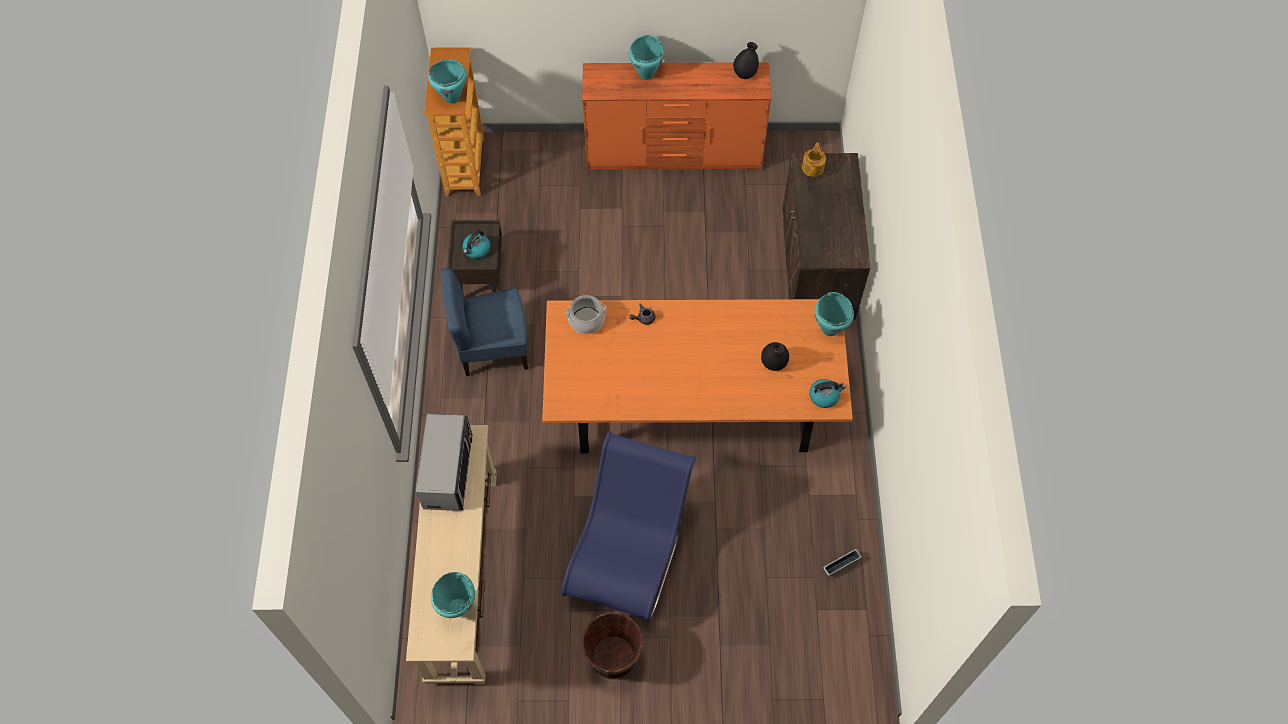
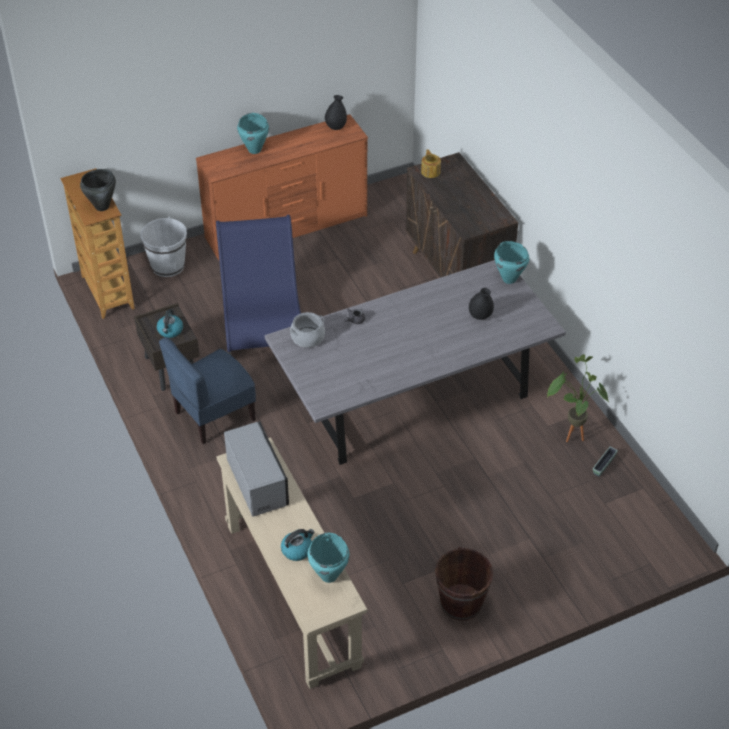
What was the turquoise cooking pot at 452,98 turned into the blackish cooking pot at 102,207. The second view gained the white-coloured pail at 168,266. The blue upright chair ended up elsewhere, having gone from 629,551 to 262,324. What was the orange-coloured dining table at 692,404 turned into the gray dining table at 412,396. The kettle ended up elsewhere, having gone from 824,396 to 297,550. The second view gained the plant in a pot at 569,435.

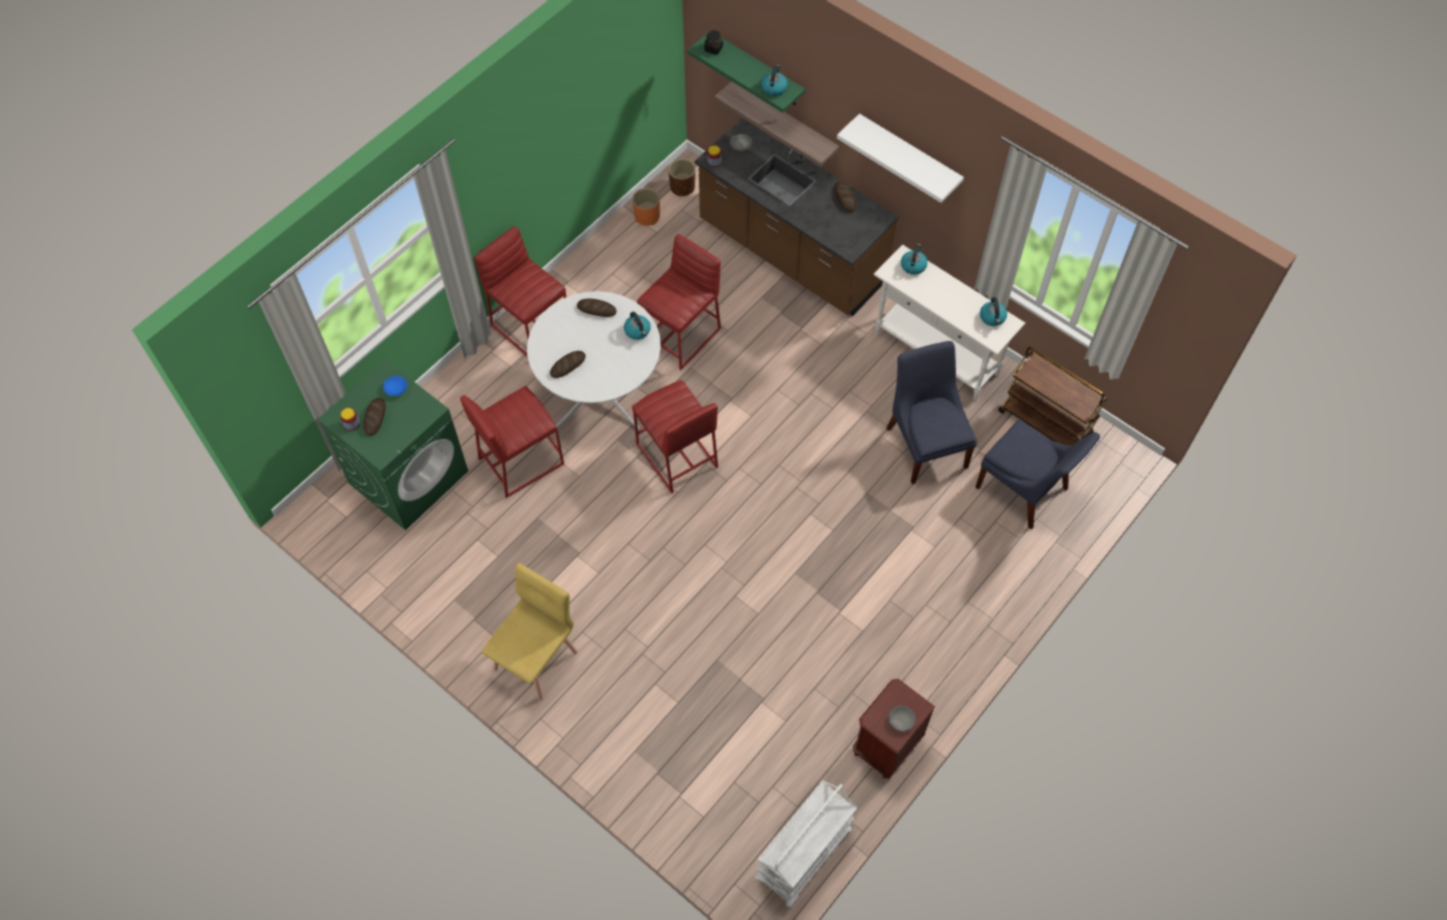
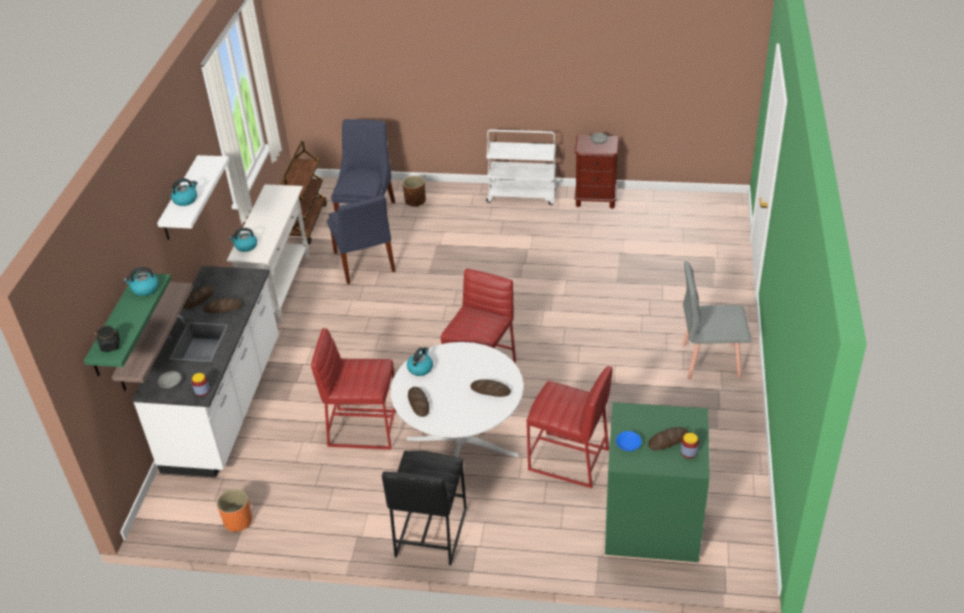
What was the brown kitchen base unit at 791,253 turned into the white-coloured kitchen base unit at 225,404. The kettle ended up elsewhere, having gone from 992,317 to 185,200. The second view gained the baked bread at 223,308. The blue upright chair at 926,443 ended up facing another way, 60 degrees counterclockwise from before. What was the reddish stool at 531,327 turned into the blackish stool at 430,533. The brown flower pot ended up elsewhere, having gone from 682,187 to 415,201. The white-coloured wheeled cart ended up elsewhere, having gone from 804,855 to 522,195. What was the yellowish upright chair at 536,660 turned into the gray upright chair at 710,360.

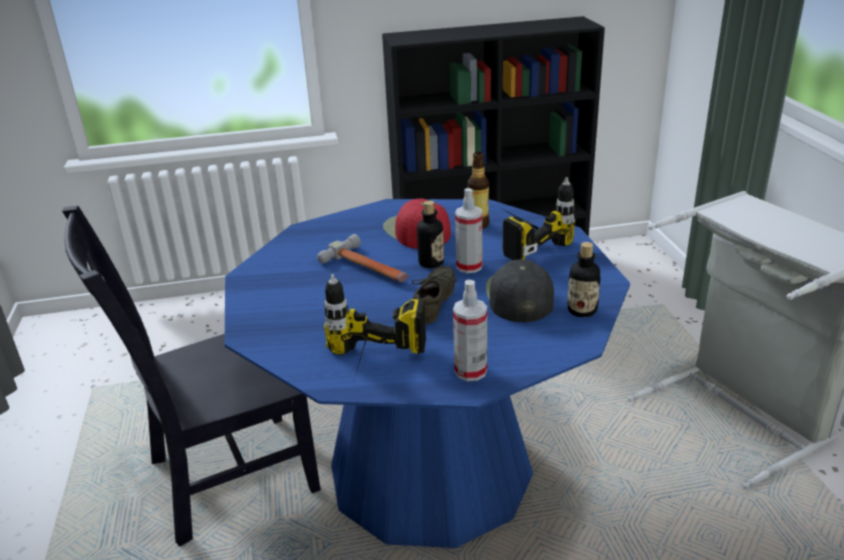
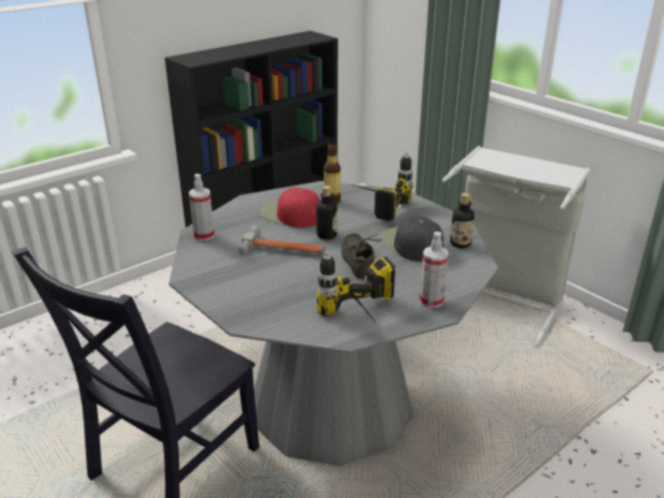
What was the blue dining table at 430,470 turned into the gray dining table at 331,403. The sprayer ended up elsewhere, having gone from 469,266 to 204,235.

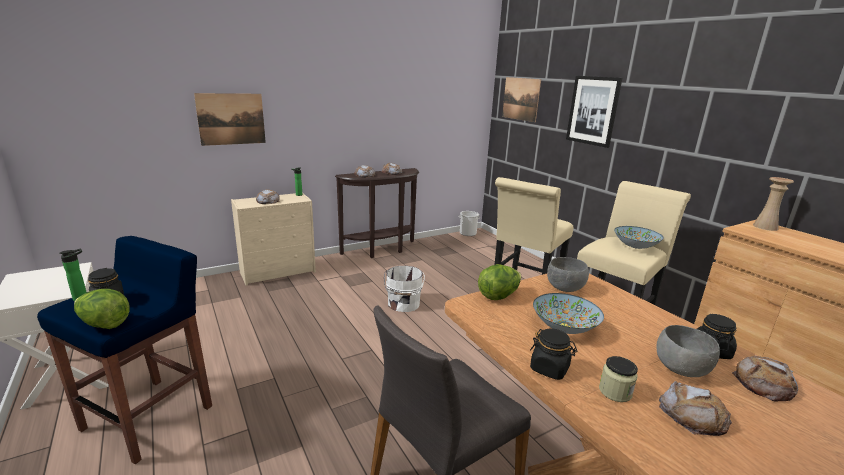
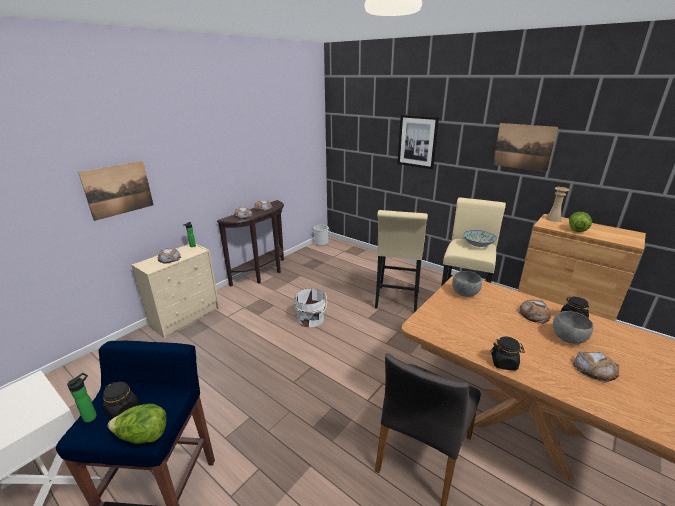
The picture ended up elsewhere, having gone from 520,99 to 523,147. The baked bread ended up elsewhere, having gone from 764,384 to 534,314. The lettuce head ended up elsewhere, having gone from 498,295 to 577,230. The second view lost the deep dish at 564,327. The second view lost the jar at 615,392.

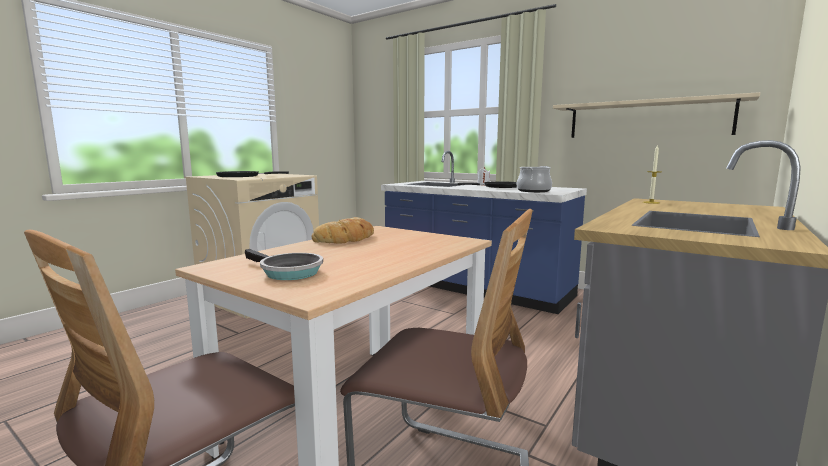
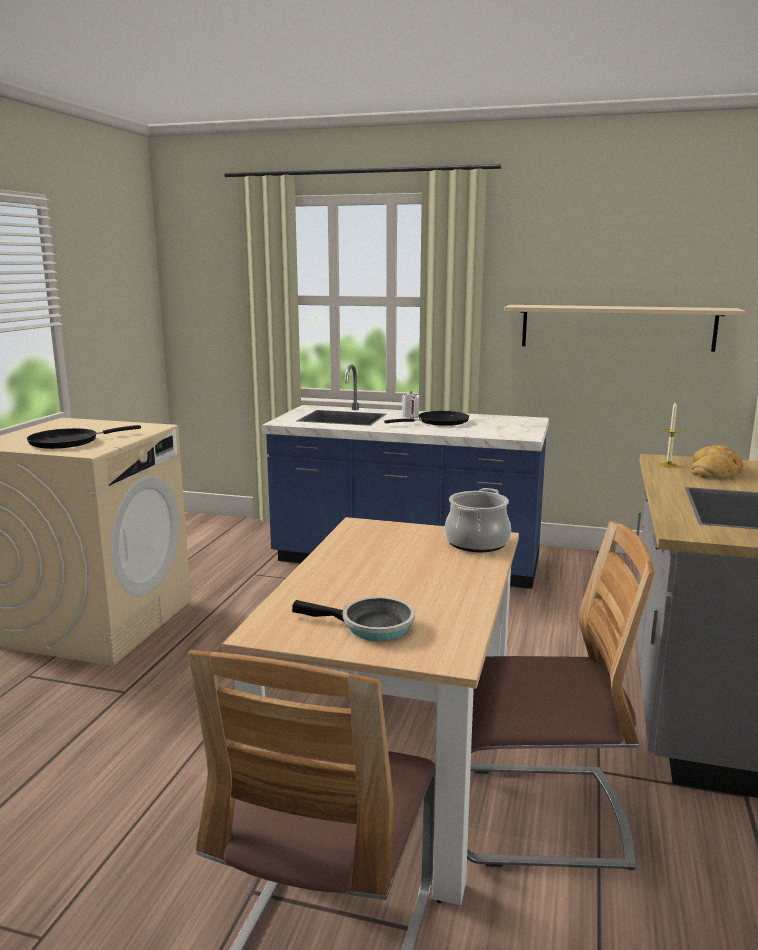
The cooking pot ended up elsewhere, having gone from 533,191 to 476,542. The baked bread ended up elsewhere, having gone from 346,238 to 715,470.

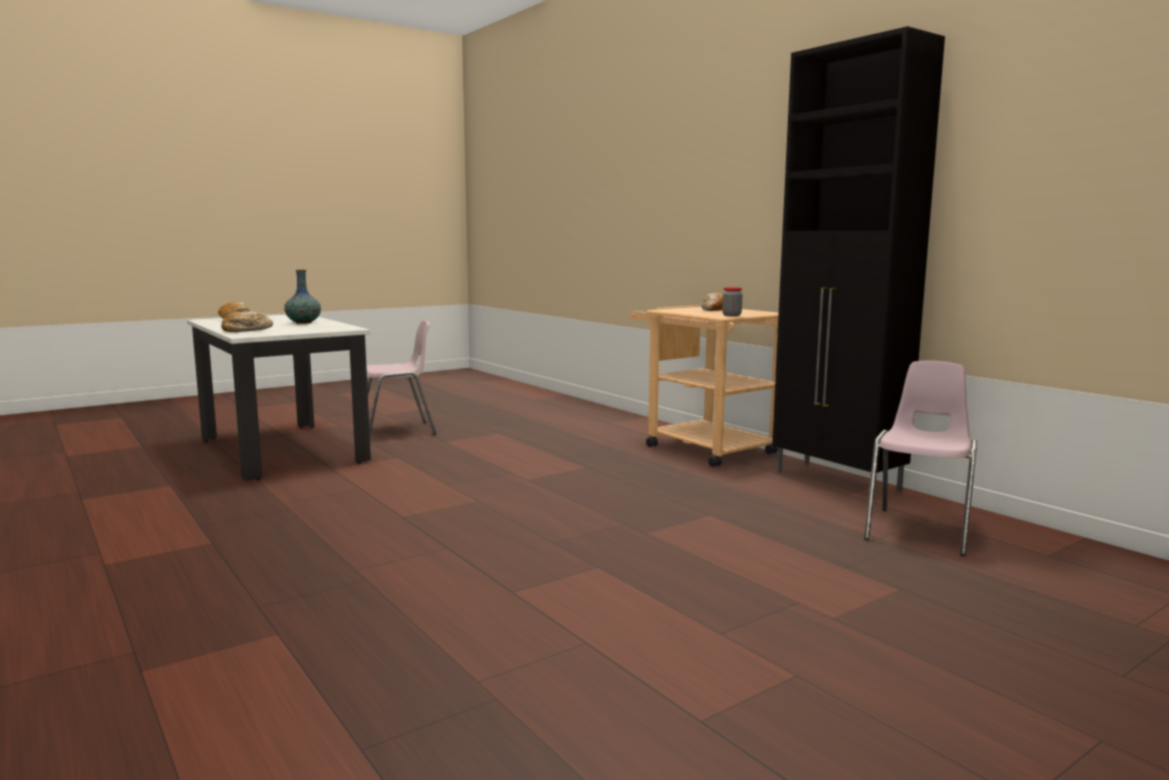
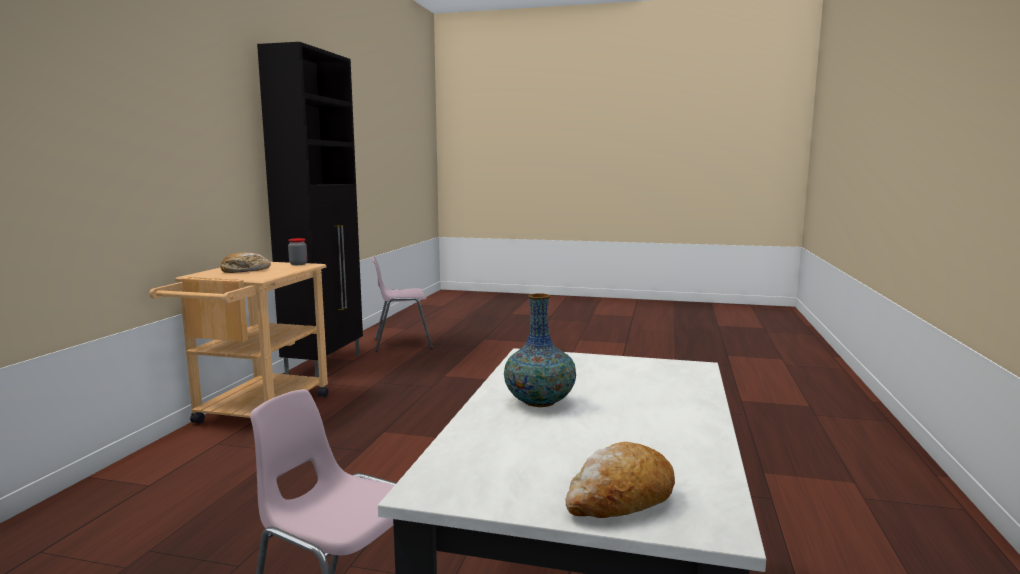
The second view lost the baked bread at 247,330.

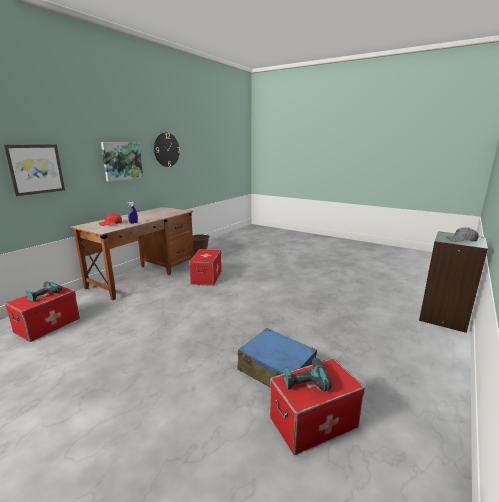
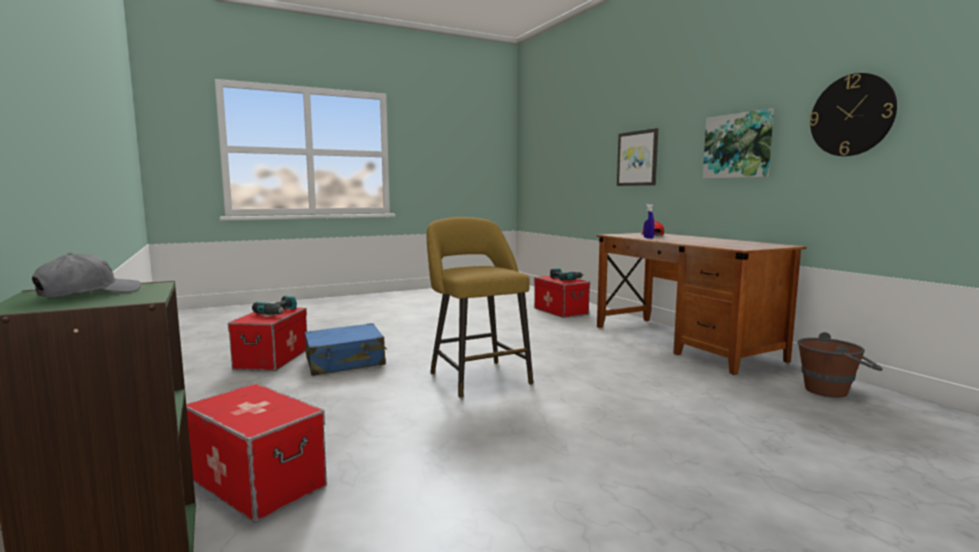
The storage container ended up elsewhere, having gone from 206,277 to 259,482. The second view gained the yellowish stool at 477,377.

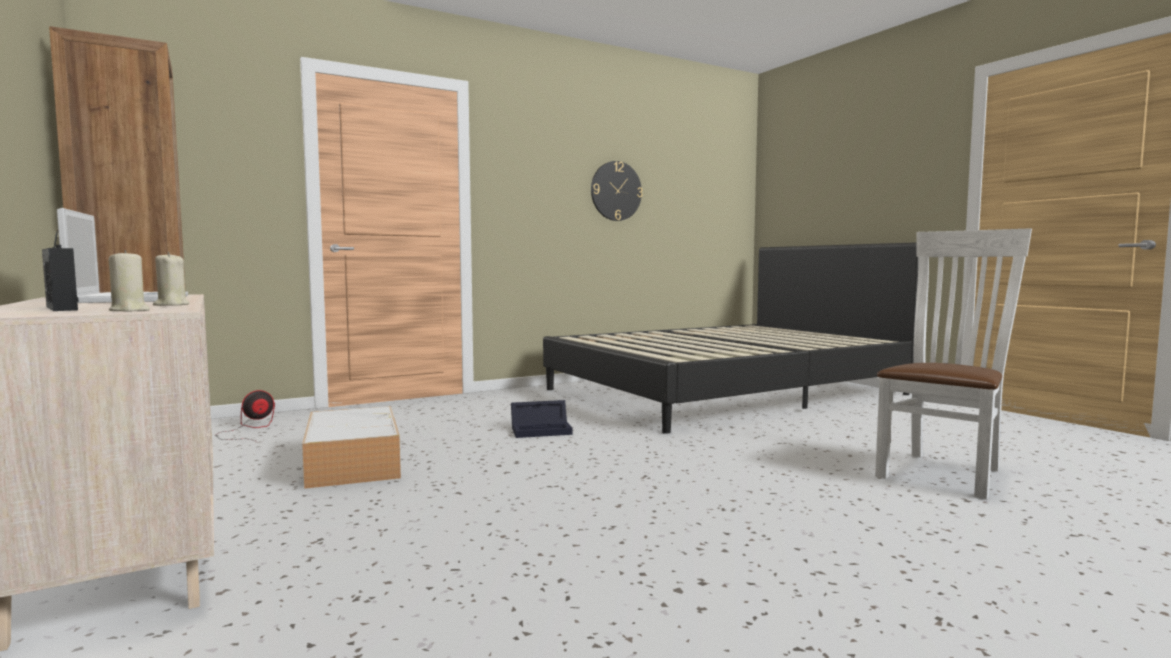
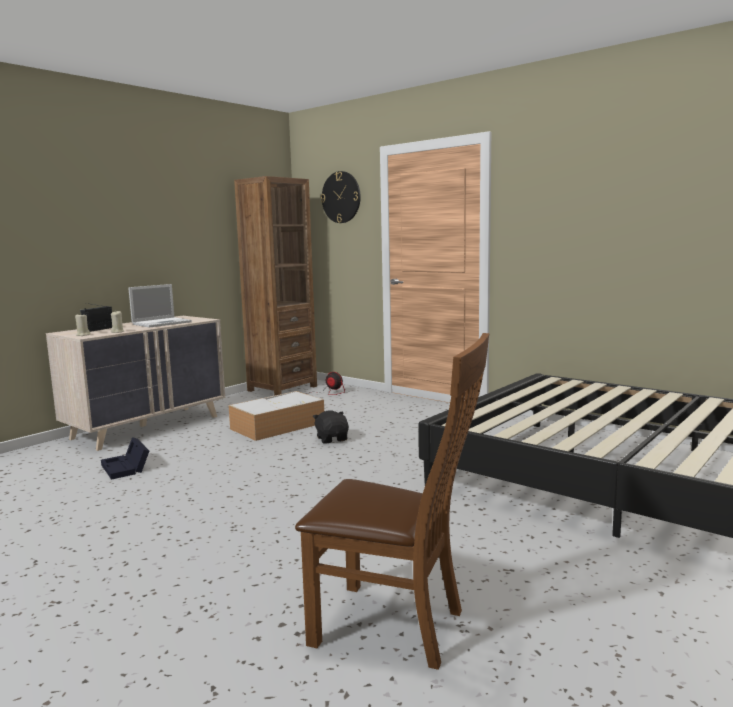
The blackish storage container ended up elsewhere, having gone from 542,430 to 126,468. What was the white-coloured upright chair at 944,472 turned into the brown upright chair at 397,627. The second view gained the blackish soft toy at 332,439. The wall clock ended up elsewhere, having gone from 616,191 to 341,197.

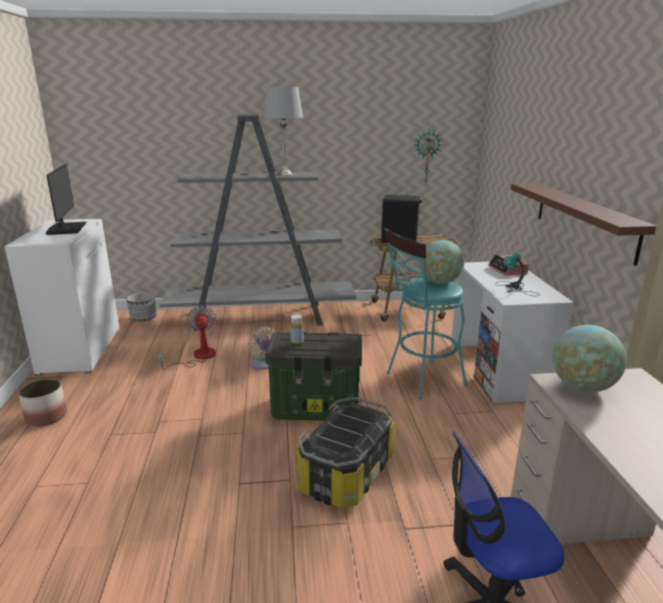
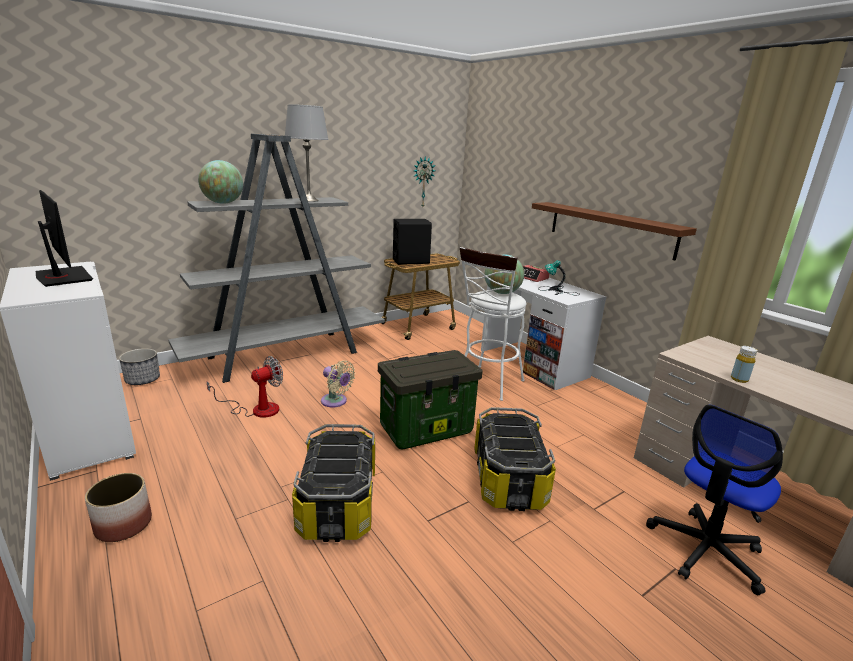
The world globe ended up elsewhere, having gone from 582,387 to 223,203. The fan at 198,357 ended up facing another way, 90 degrees clockwise from before. The second view gained the storage container at 337,504. What was the turquoise stool at 420,380 turned into the white-coloured stool at 487,384. The yellowish bottle ended up elsewhere, having gone from 297,342 to 739,379.

